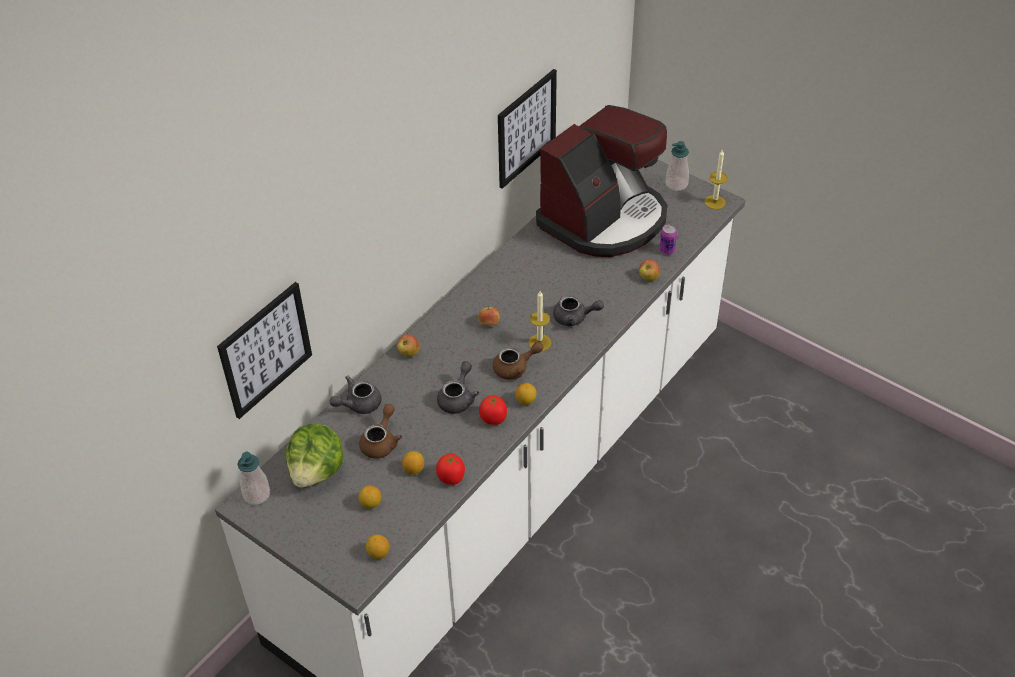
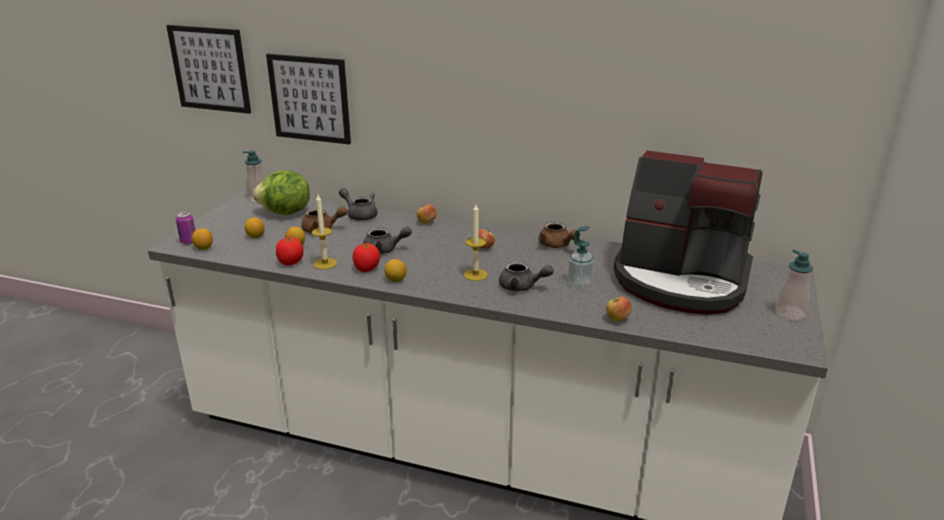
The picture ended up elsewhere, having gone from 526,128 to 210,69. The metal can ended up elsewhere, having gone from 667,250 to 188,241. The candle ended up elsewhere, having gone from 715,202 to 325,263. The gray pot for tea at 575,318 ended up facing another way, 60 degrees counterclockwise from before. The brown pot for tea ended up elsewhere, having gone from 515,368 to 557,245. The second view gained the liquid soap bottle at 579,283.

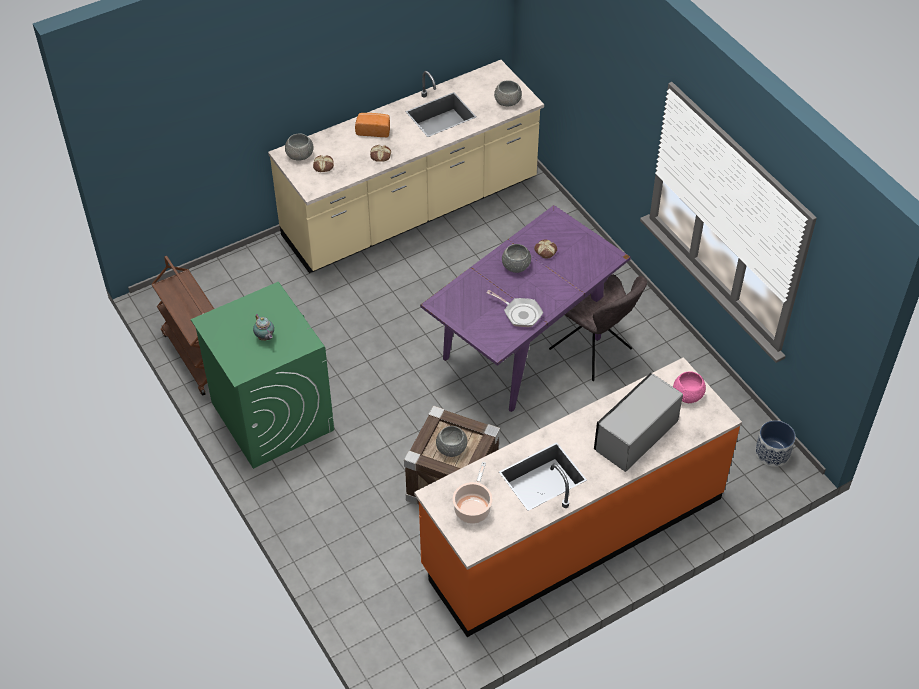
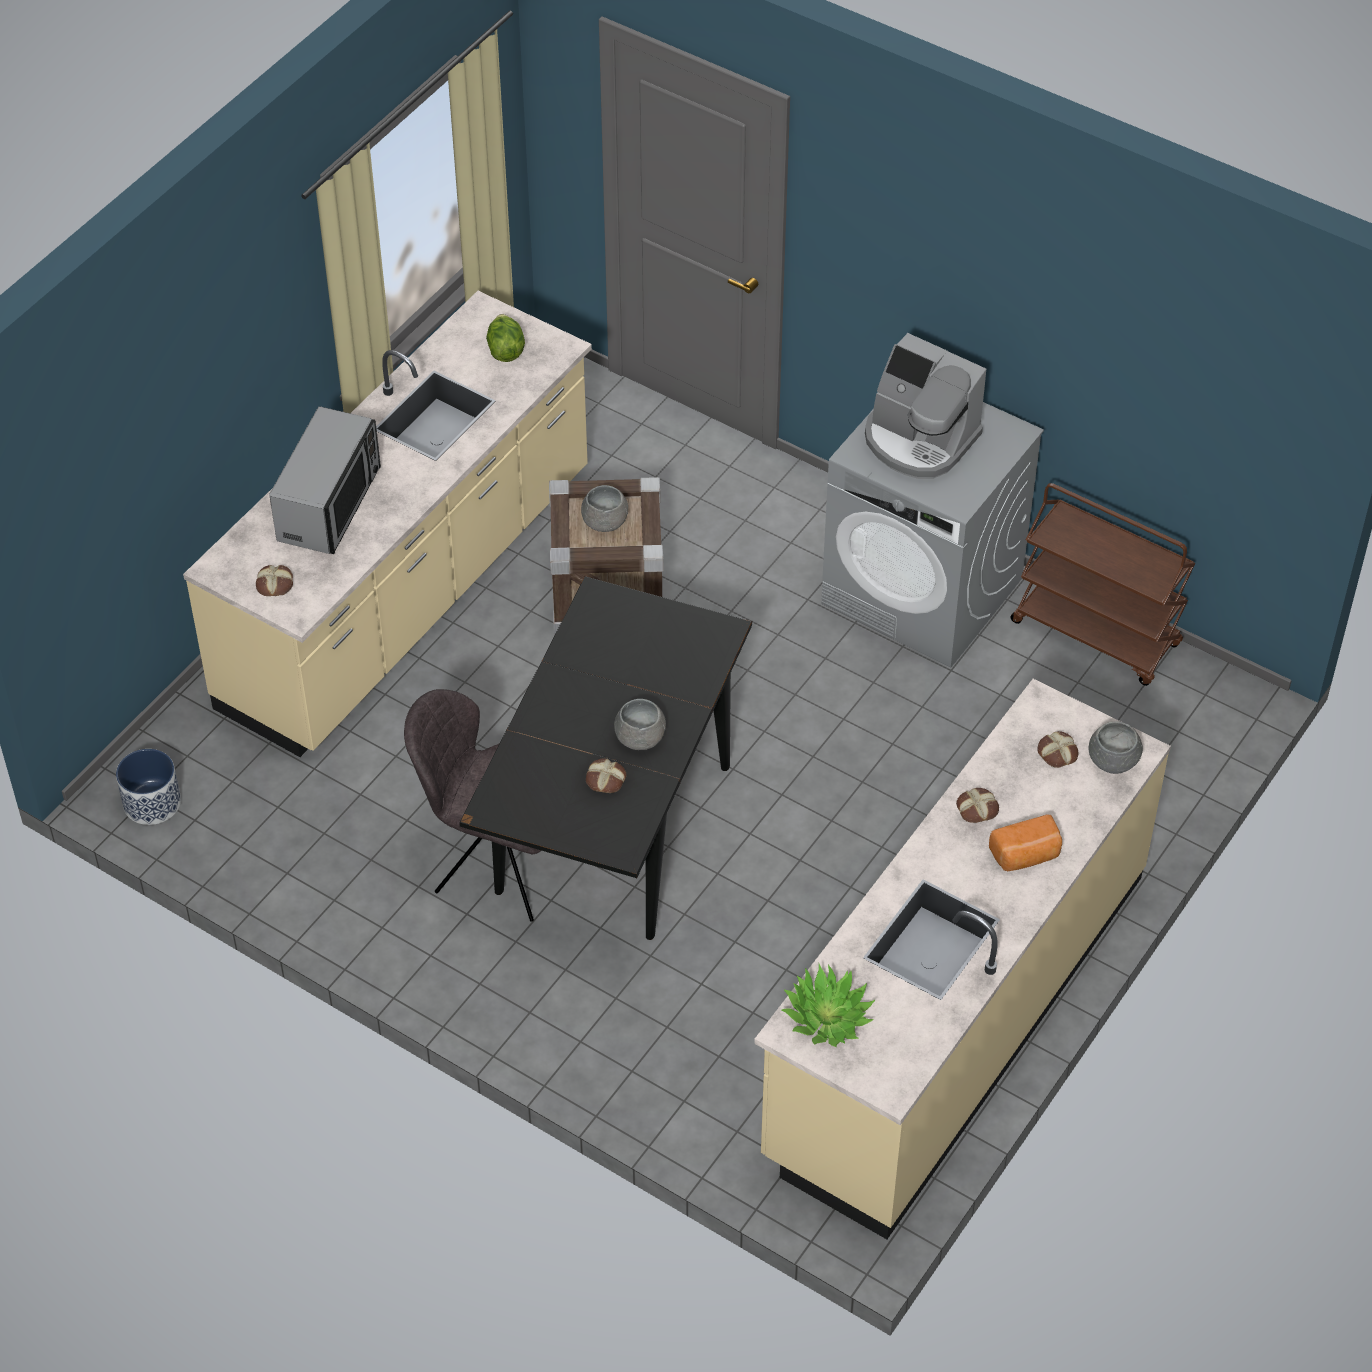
What was the orange-coloured kitchen base unit at 572,532 turned into the beige-coloured kitchen base unit at 409,592. Where the pink-coloured deep dish stood at 687,394, the baked bread came to stand at 275,584. What was the purple dining table at 523,347 turned into the blackish dining table at 613,830. Where the cooking pot stood at 473,508, the lettuce head came to stand at 505,350. Where the gray deep dish stood at 507,101, the plant in a pot came to stand at 827,1017. What was the greenish laundry appliance at 271,416 turned into the gray laundry appliance at 923,591. Where the pot for tea stood at 265,338, the coffee maker came to stand at 919,440. The second view lost the pan at 520,313.

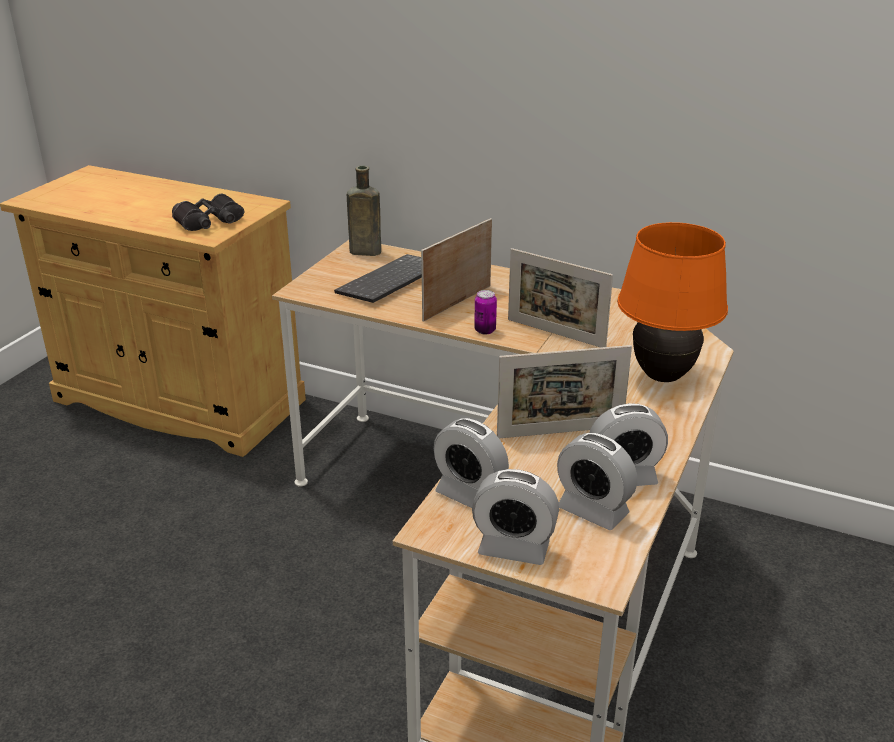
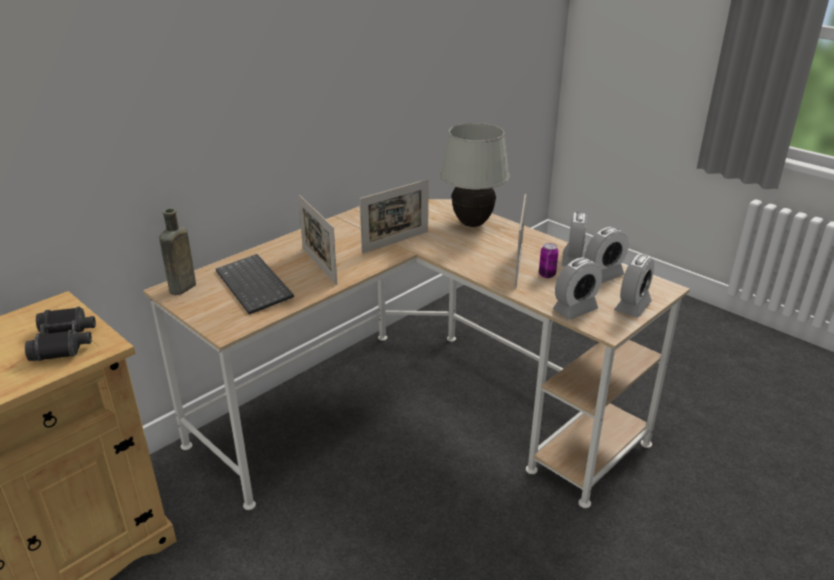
What was the orange-coloured lamp for a table at 662,376 turned into the white-coloured lamp for a table at 472,224. The metal can ended up elsewhere, having gone from 485,330 to 547,275.

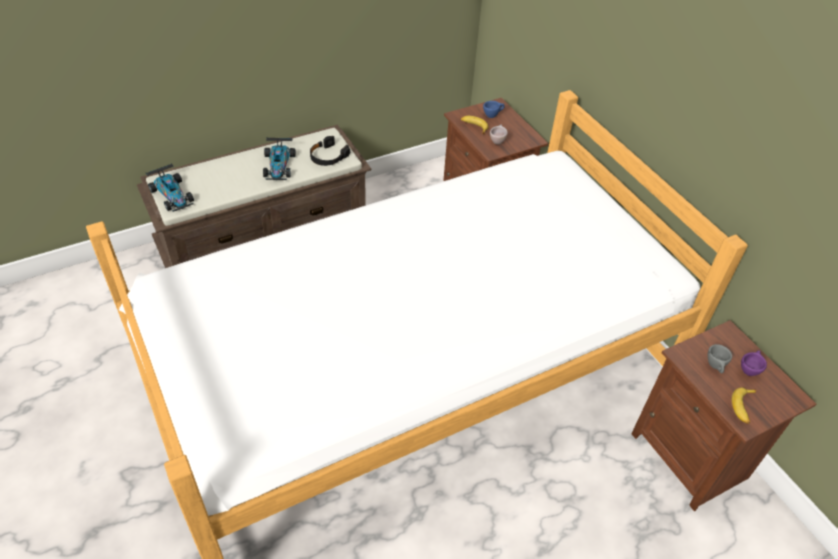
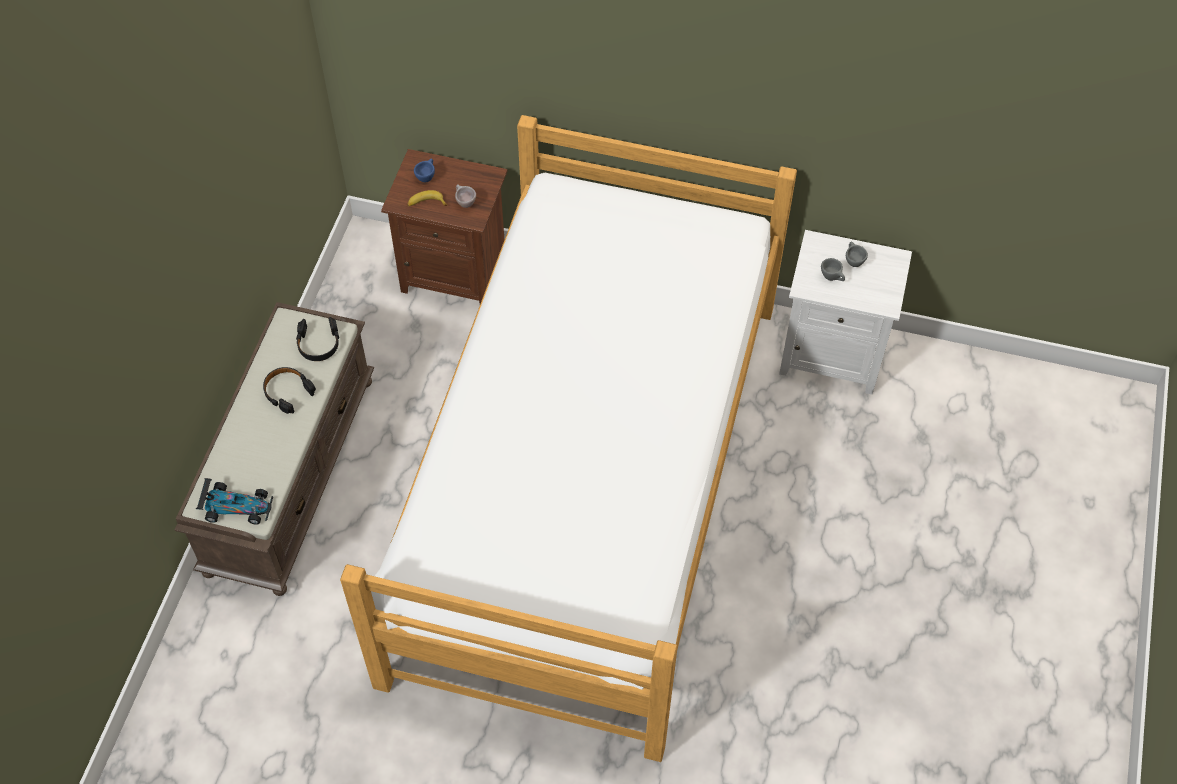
Where the model car stood at 279,165, the blackish headphones came to stand at 287,392. What was the brown nightstand at 691,455 turned into the white-coloured nightstand at 832,354. What was the purple drinking cup at 748,369 turned into the gray drinking cup at 852,261. The second view lost the banana fruit at 743,407.

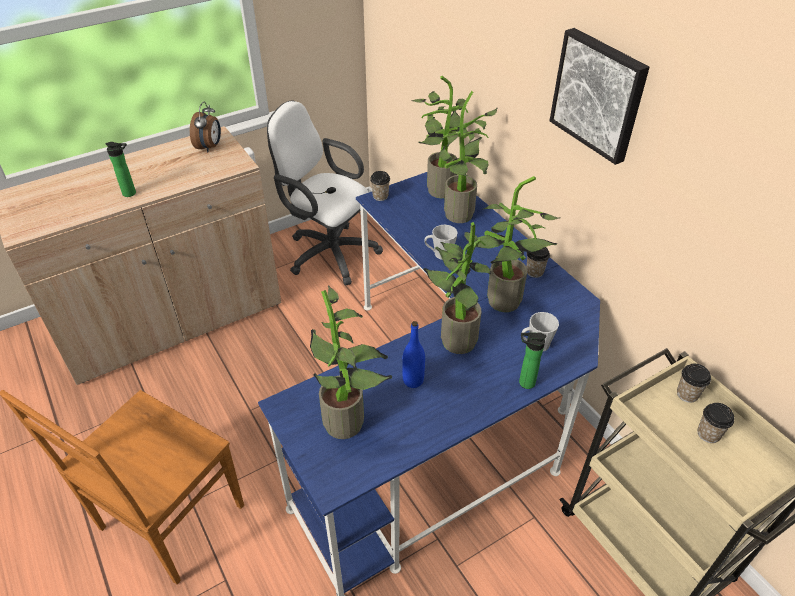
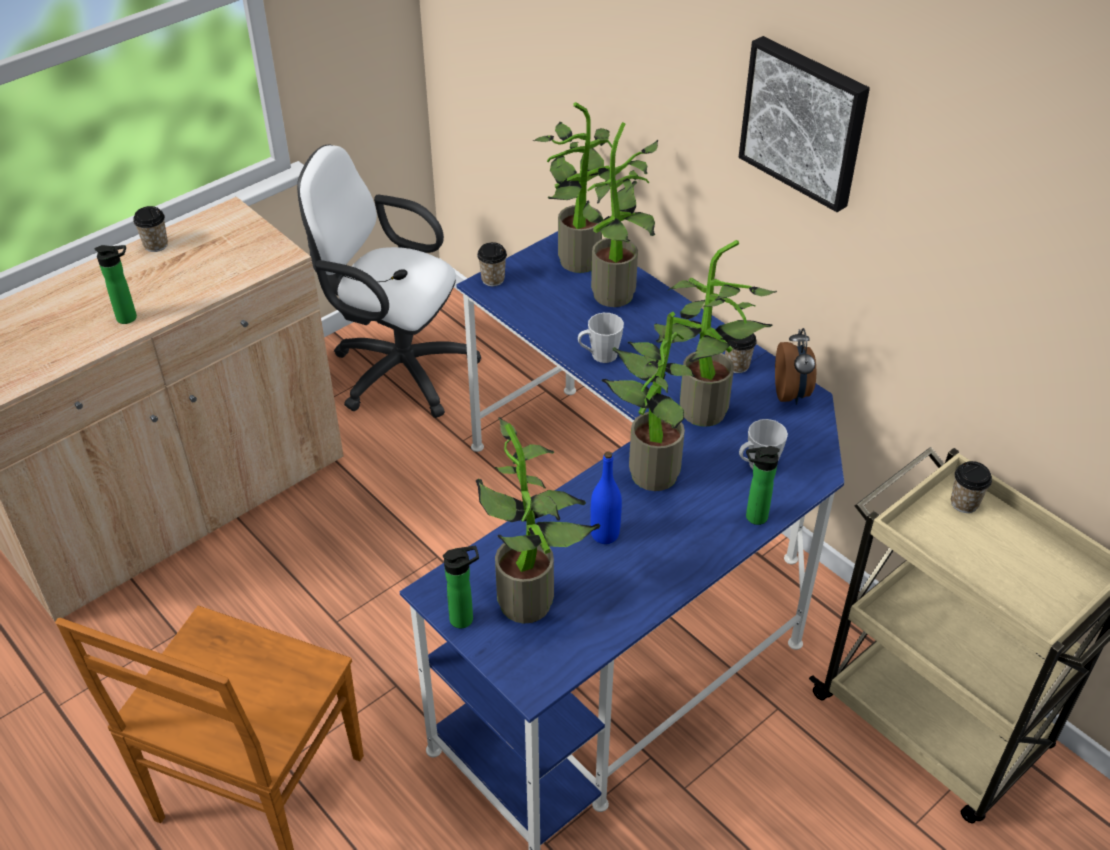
The drinking cup ended up elsewhere, having gone from 708,434 to 156,245. The second view gained the bottle at 465,618. The bedside clock ended up elsewhere, having gone from 210,147 to 792,393.

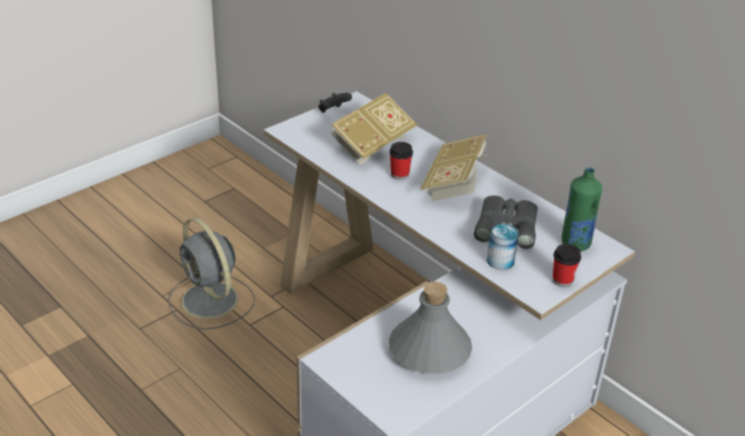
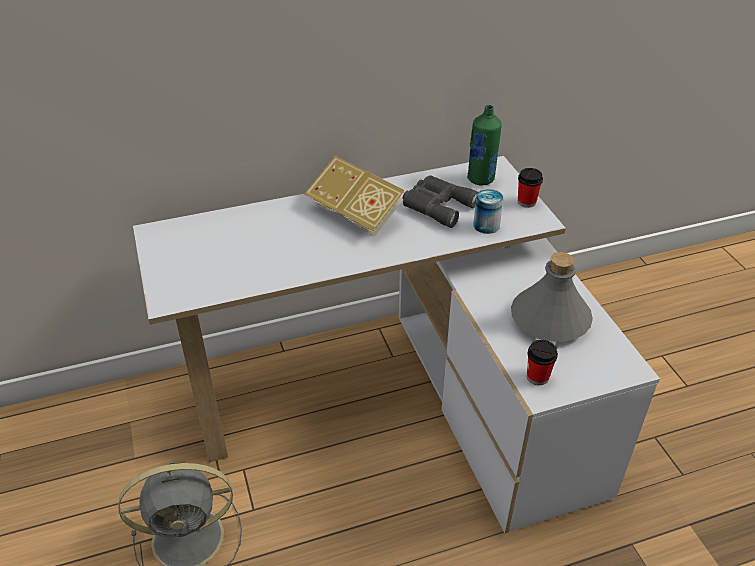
The drinking cup ended up elsewhere, having gone from 399,175 to 537,377. The second view lost the blackish gamepad at 333,111. The second view lost the bound book at 372,145.

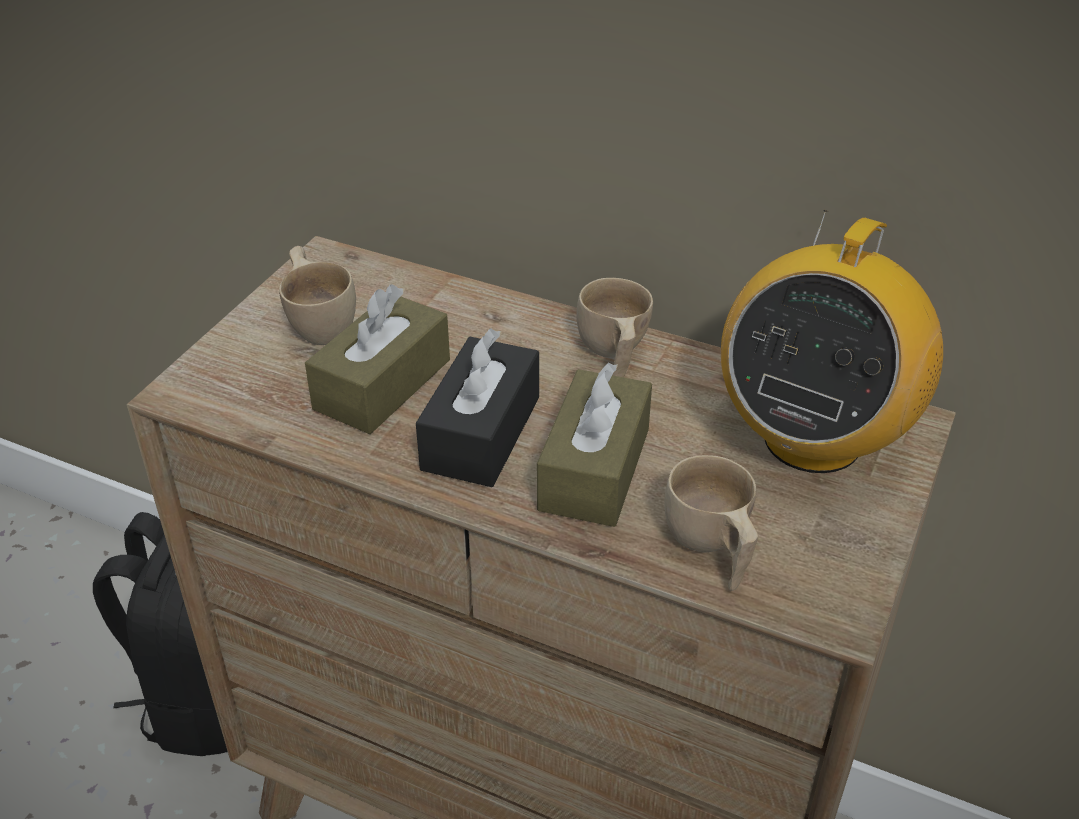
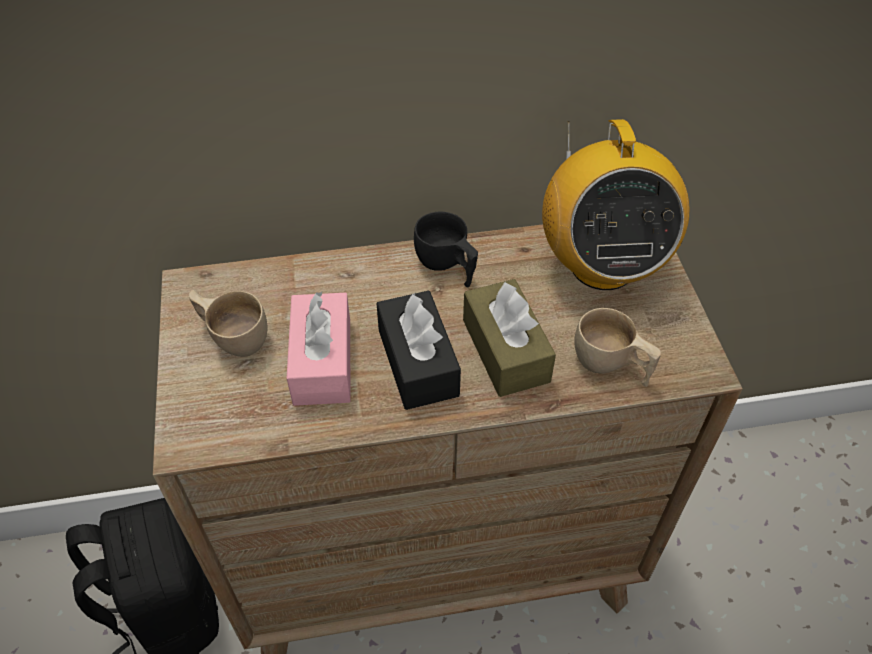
What was the brown tissue holder at 382,384 turned into the pink-coloured tissue holder at 322,361. What was the beige-coloured drinking cup at 612,356 turned into the blackish drinking cup at 446,266.

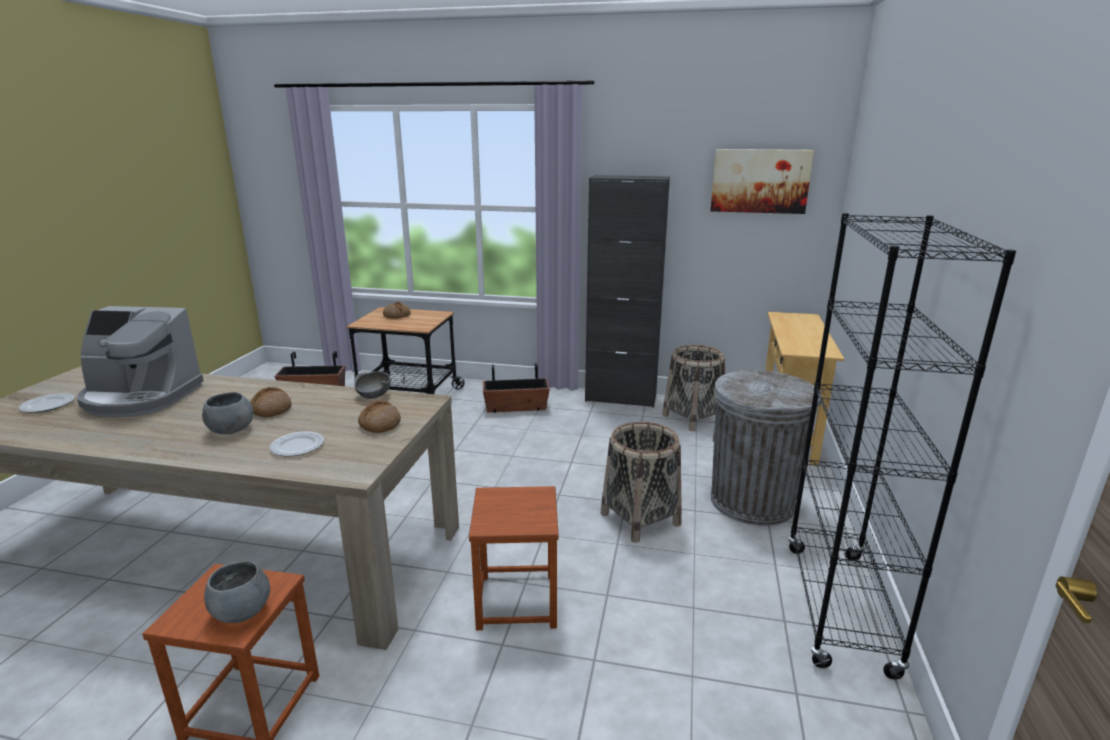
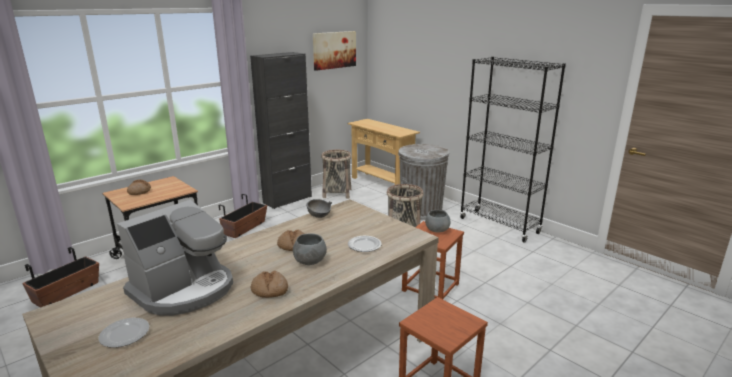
The baked bread ended up elsewhere, having gone from 380,424 to 269,290. The gray deep dish ended up elsewhere, having gone from 242,611 to 437,230.

